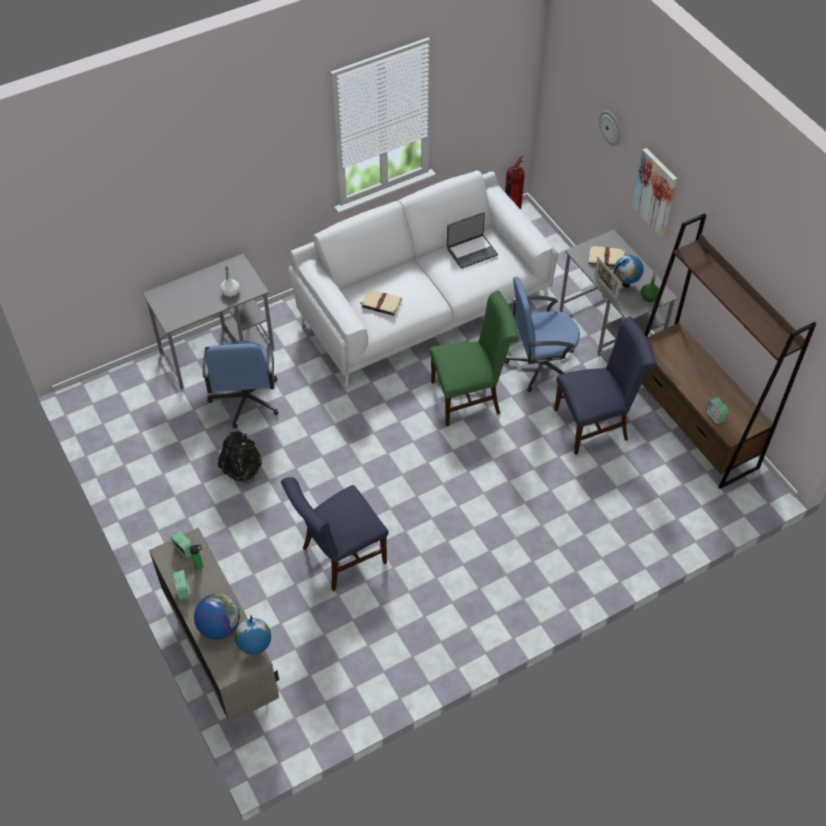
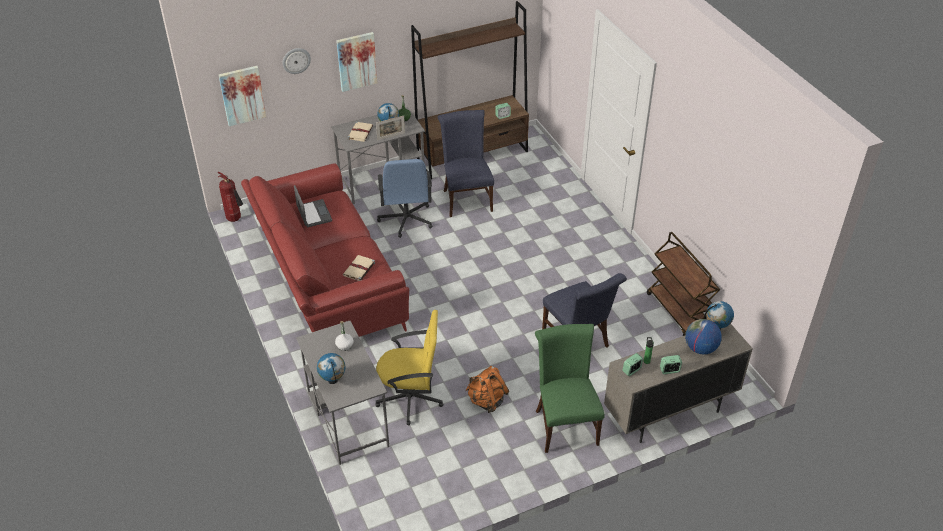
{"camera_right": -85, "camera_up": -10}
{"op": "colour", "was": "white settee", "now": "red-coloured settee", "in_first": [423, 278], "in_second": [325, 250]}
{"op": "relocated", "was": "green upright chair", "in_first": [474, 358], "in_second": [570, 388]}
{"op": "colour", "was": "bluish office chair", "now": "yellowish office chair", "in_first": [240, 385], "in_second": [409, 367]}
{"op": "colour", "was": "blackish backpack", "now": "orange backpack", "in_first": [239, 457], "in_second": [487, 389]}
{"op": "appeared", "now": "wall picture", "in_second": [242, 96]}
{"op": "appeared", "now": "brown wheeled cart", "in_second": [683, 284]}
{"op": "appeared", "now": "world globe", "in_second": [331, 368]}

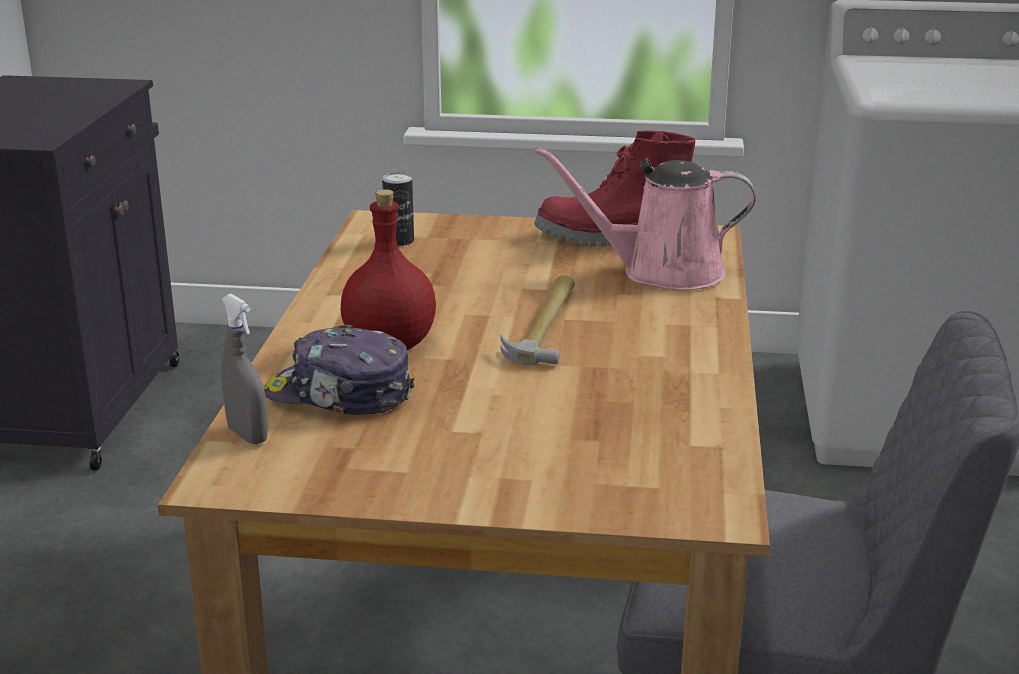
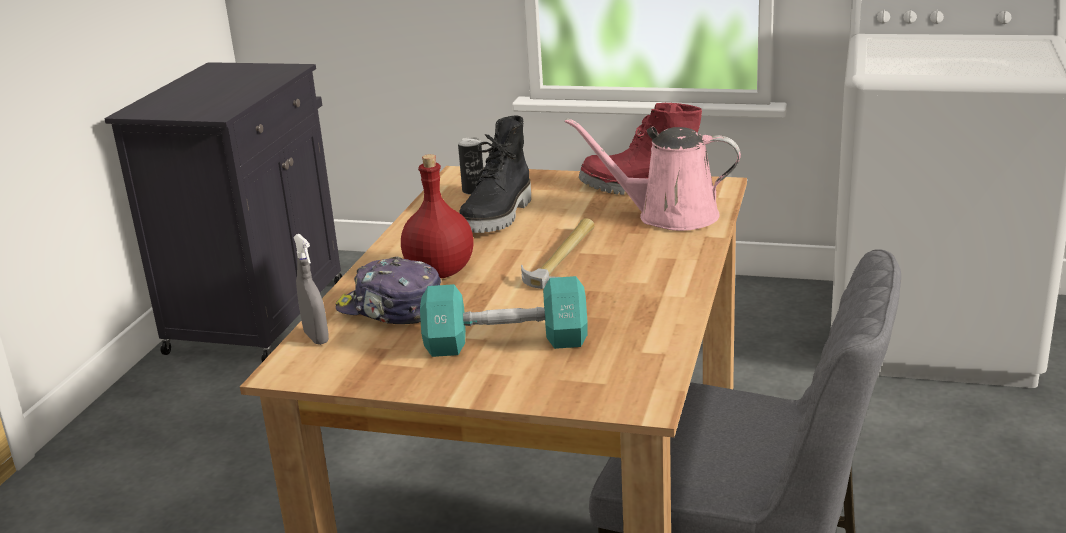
{"camera_right": 10, "camera_up": 0}
{"op": "appeared", "now": "blackish tall boot", "in_second": [495, 174]}
{"op": "appeared", "now": "turquoise hand weight", "in_second": [504, 316]}

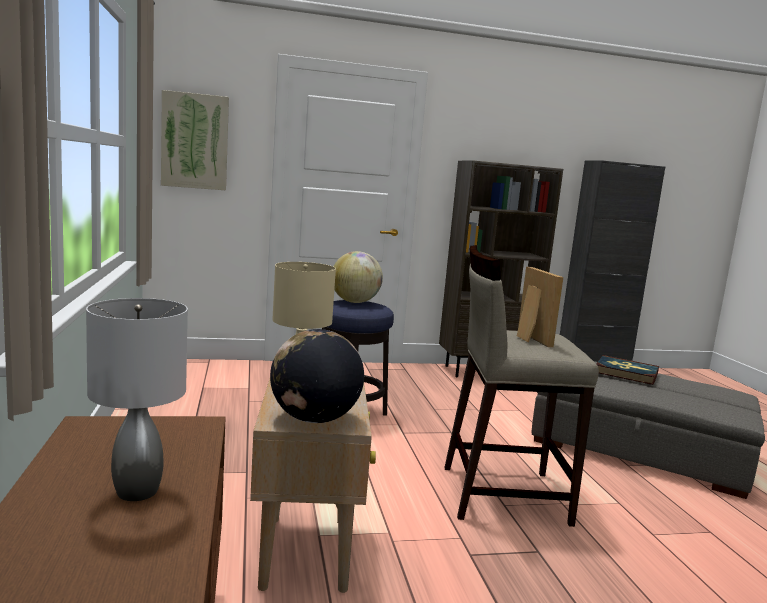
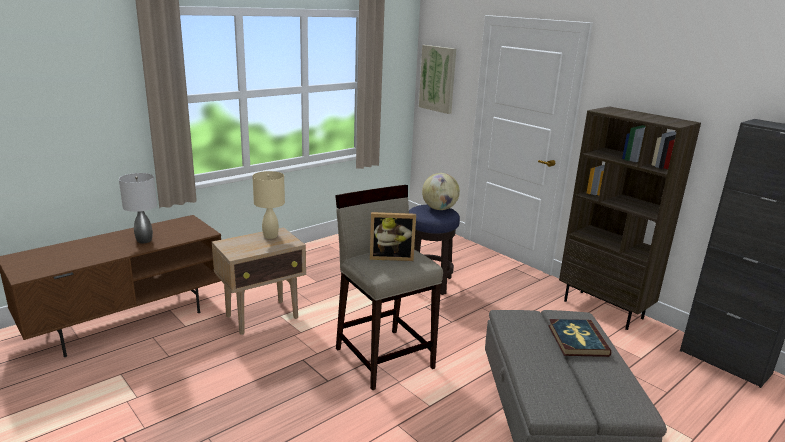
{"camera_right": 60, "camera_up": 10}
{"op": "spun", "was": "standing frame", "in_first": [540, 307], "in_second": [393, 236], "clockwise": 45}
{"op": "missing", "was": "world globe", "in_first": [317, 376]}

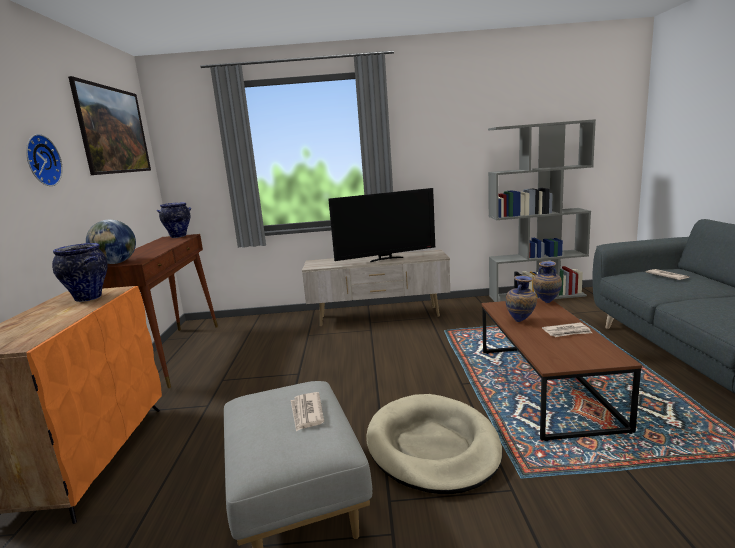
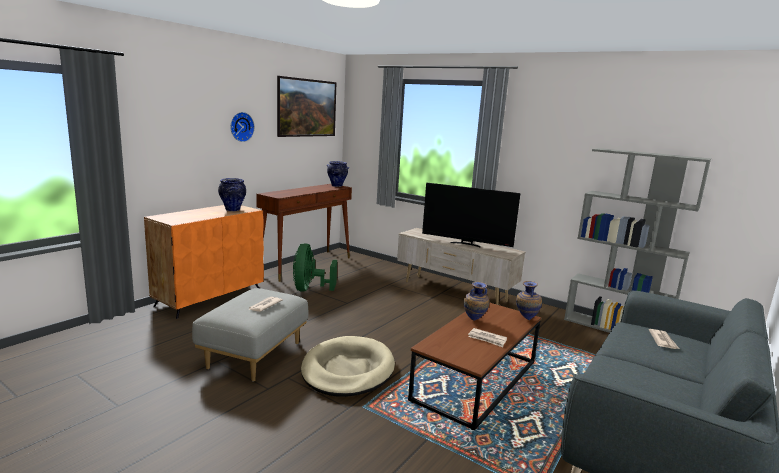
{"camera_right": 35, "camera_up": 0}
{"op": "missing", "was": "world globe", "in_first": [111, 242]}
{"op": "appeared", "now": "green fan", "in_second": [315, 267]}

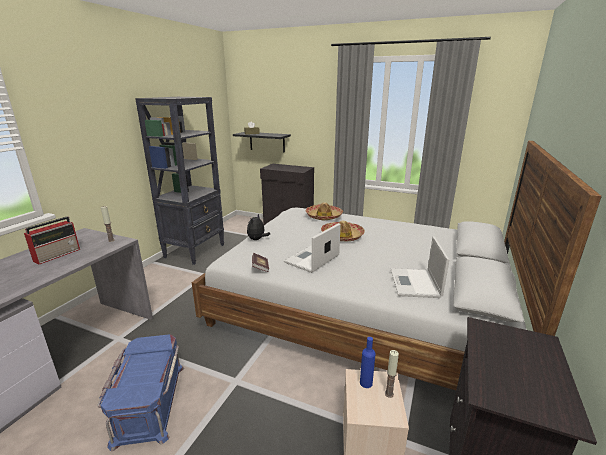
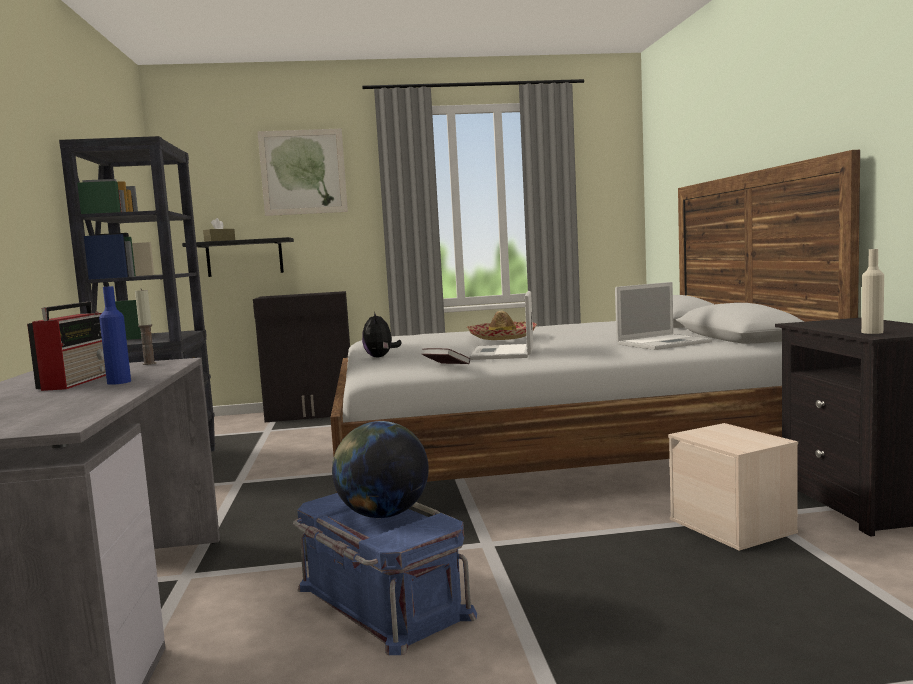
{"camera_right": -30, "camera_up": -15}
{"op": "missing", "was": "wearable hat", "in_first": [324, 211]}
{"op": "spun", "was": "laptop", "in_first": [419, 267], "in_second": [664, 316], "clockwise": -90}
{"op": "relocated", "was": "bluish drink bottle", "in_first": [368, 362], "in_second": [115, 335]}
{"op": "missing", "was": "candle", "in_first": [392, 374]}
{"op": "appeared", "now": "wall picture", "in_second": [303, 172]}
{"op": "appeared", "now": "sand-coloured drink bottle", "in_second": [872, 291]}
{"op": "appeared", "now": "world globe", "in_second": [380, 469]}

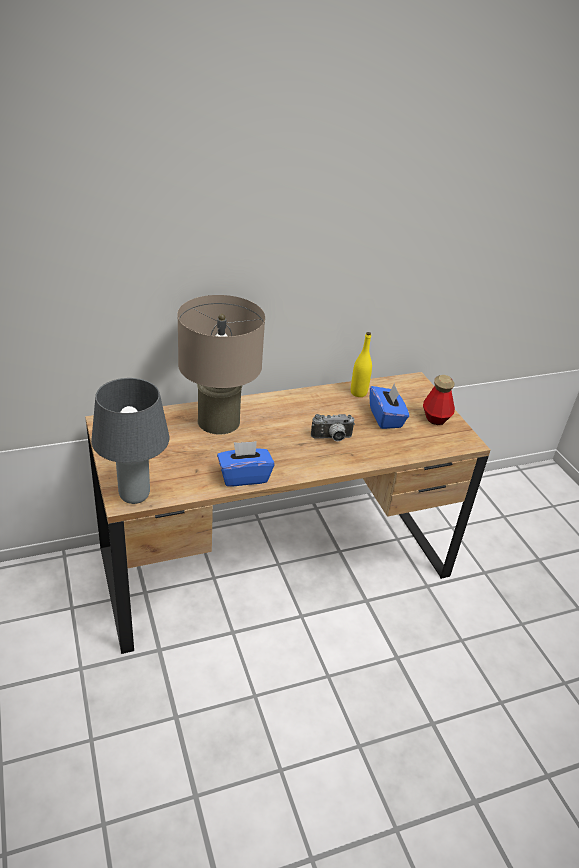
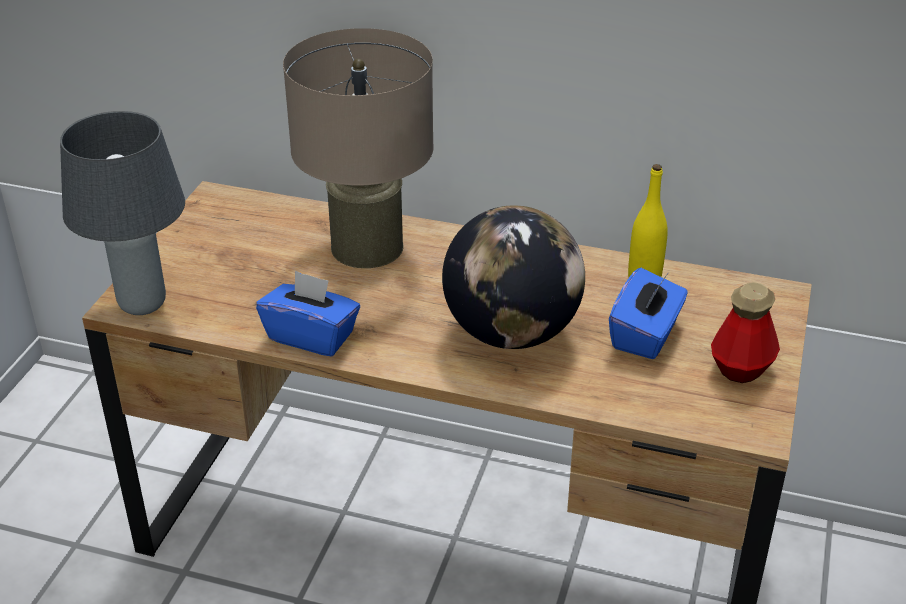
{"camera_right": 40, "camera_up": 0}
{"op": "exchanged", "was": "still camera", "now": "world globe", "in_first": [333, 427], "in_second": [513, 277]}

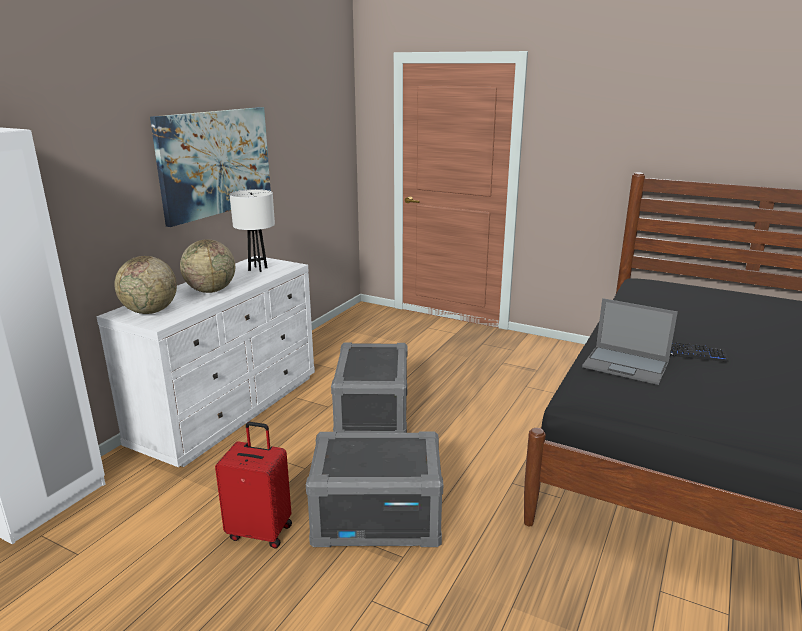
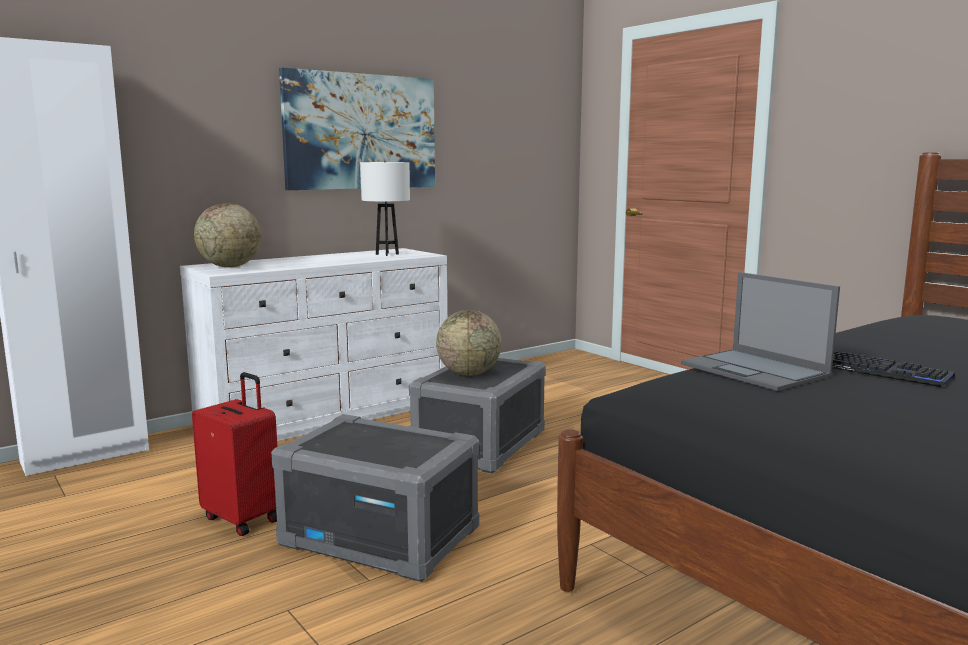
{"camera_right": 25, "camera_up": -10}
{"op": "relocated", "was": "world globe", "in_first": [207, 266], "in_second": [469, 343]}

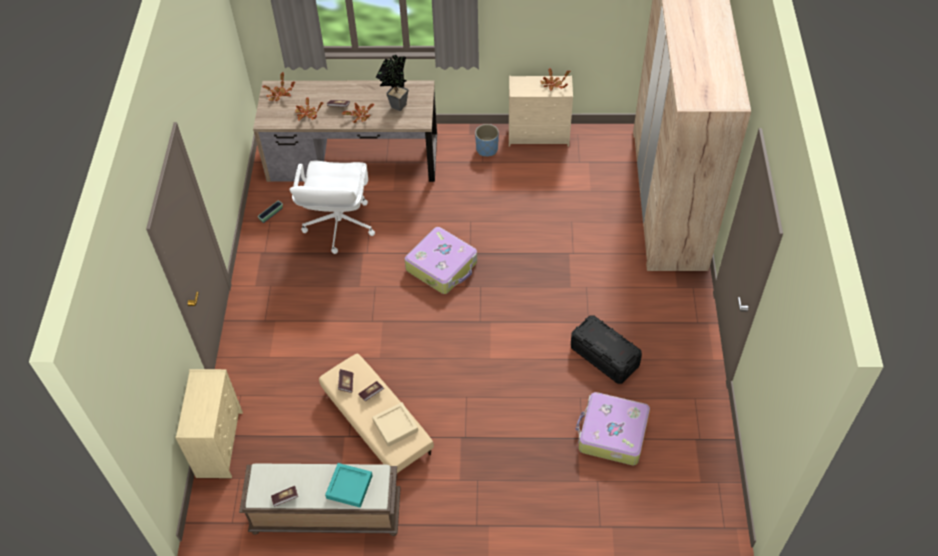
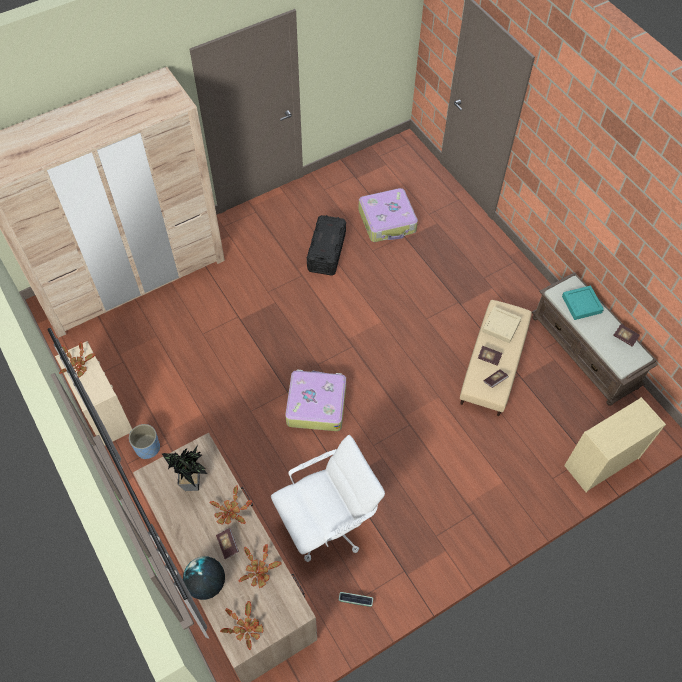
{"camera_right": -125, "camera_up": 5}
{"op": "appeared", "now": "world globe", "in_second": [204, 578]}

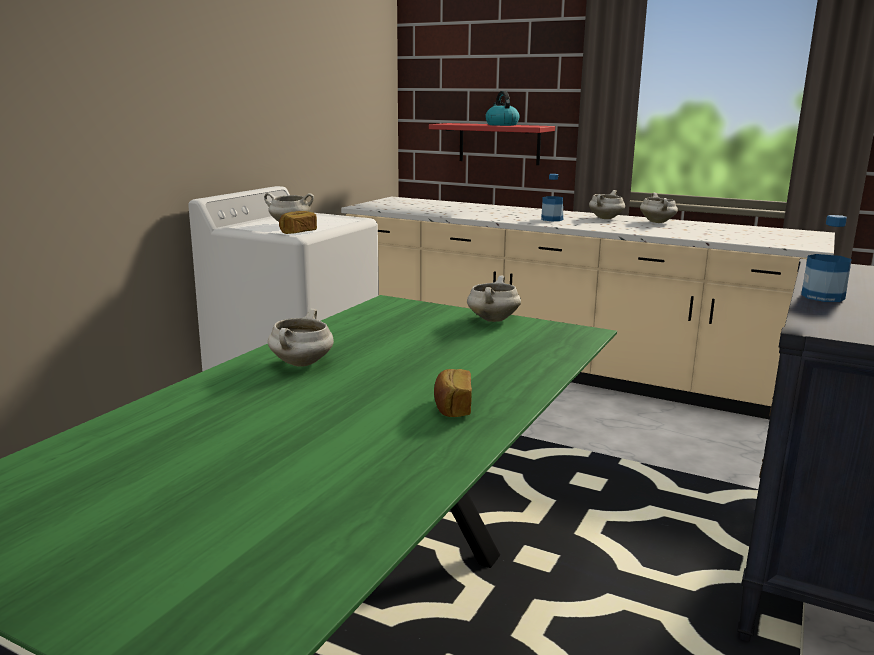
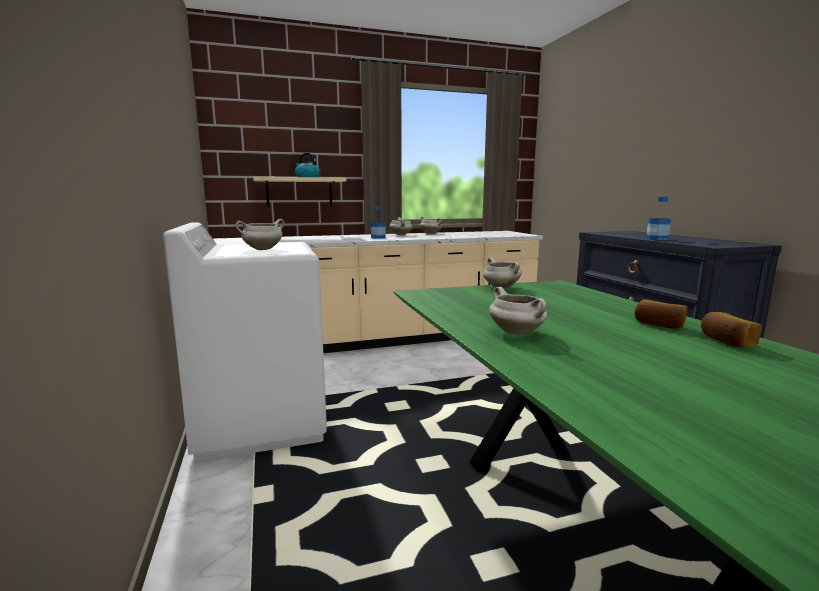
{"camera_right": -45, "camera_up": -5}
{"op": "colour", "was": "red-coloured shelf", "now": "sand-coloured shelf", "in_first": [492, 144], "in_second": [299, 192]}
{"op": "relocated", "was": "bakery bread", "in_first": [298, 222], "in_second": [731, 330]}

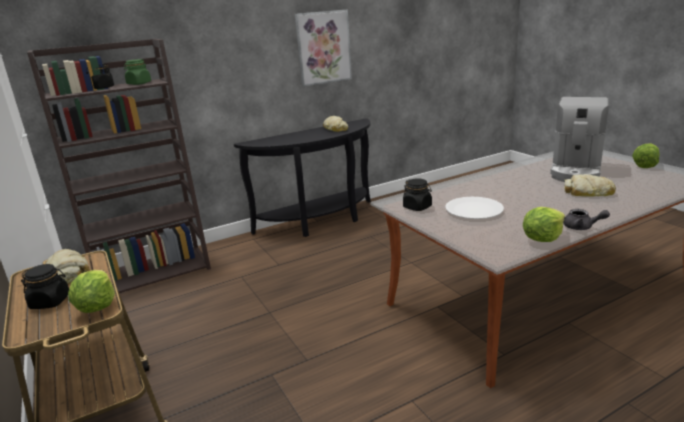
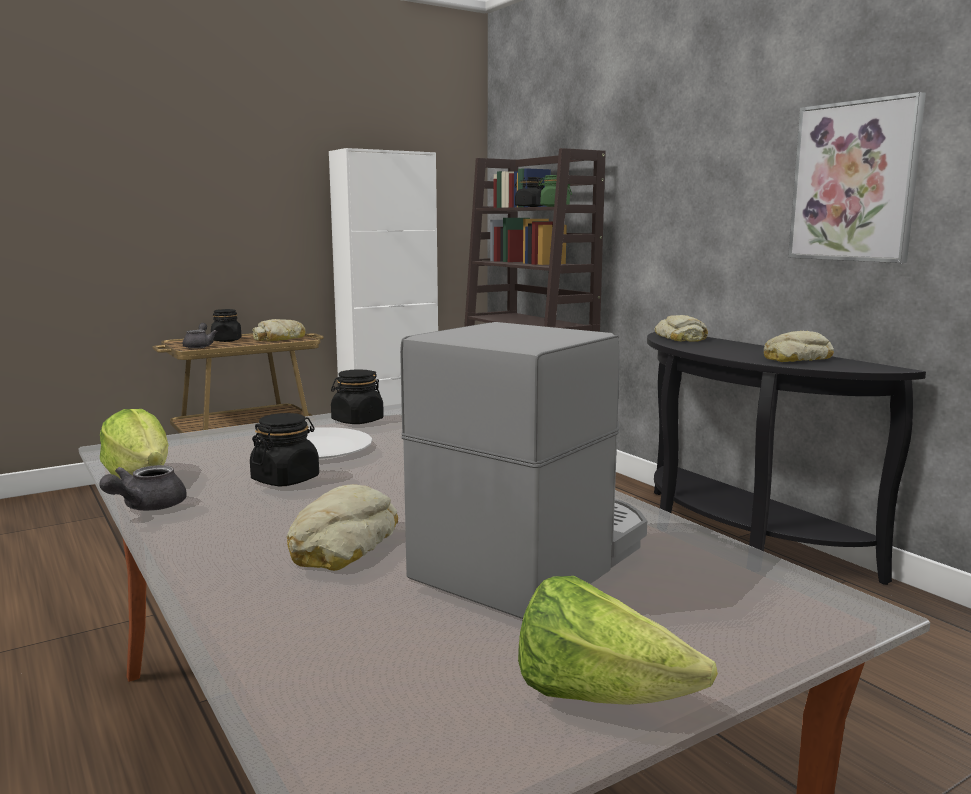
{"camera_right": 85, "camera_up": -10}
{"op": "spun", "was": "coffee brewer", "in_first": [579, 139], "in_second": [523, 470], "clockwise": 105}
{"op": "exchanged", "was": "lettuce head", "now": "gray teapot", "in_first": [91, 291], "in_second": [200, 336]}
{"op": "appeared", "now": "bakery bread", "in_second": [681, 328]}
{"op": "appeared", "now": "blackish preserve jar", "in_second": [284, 449]}

